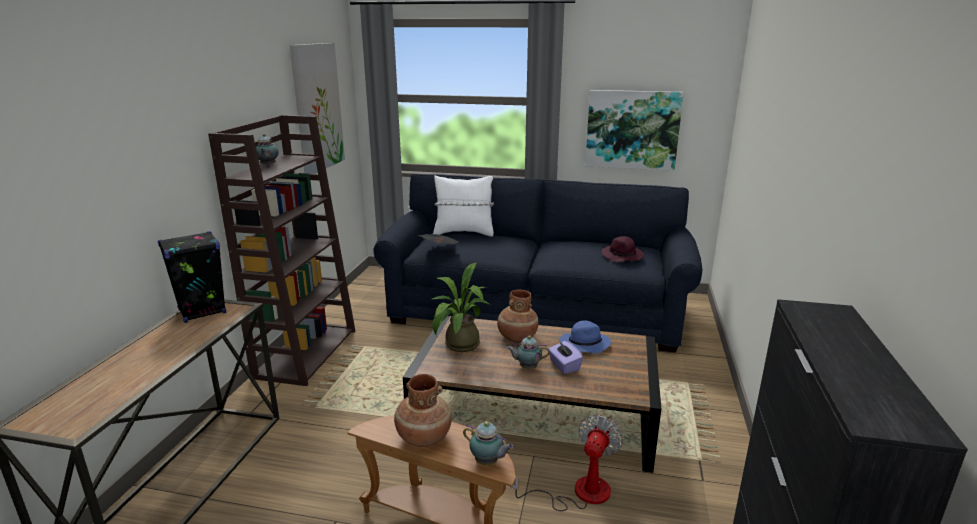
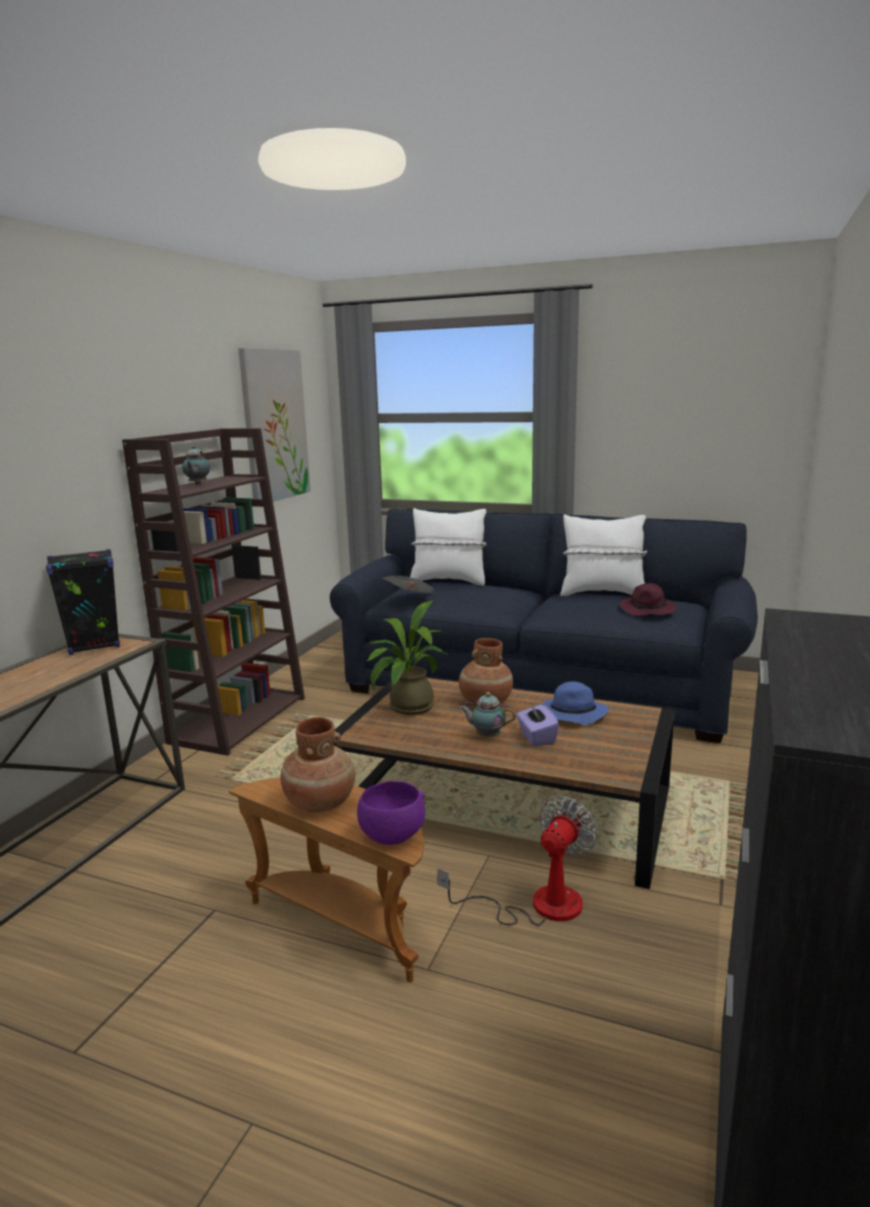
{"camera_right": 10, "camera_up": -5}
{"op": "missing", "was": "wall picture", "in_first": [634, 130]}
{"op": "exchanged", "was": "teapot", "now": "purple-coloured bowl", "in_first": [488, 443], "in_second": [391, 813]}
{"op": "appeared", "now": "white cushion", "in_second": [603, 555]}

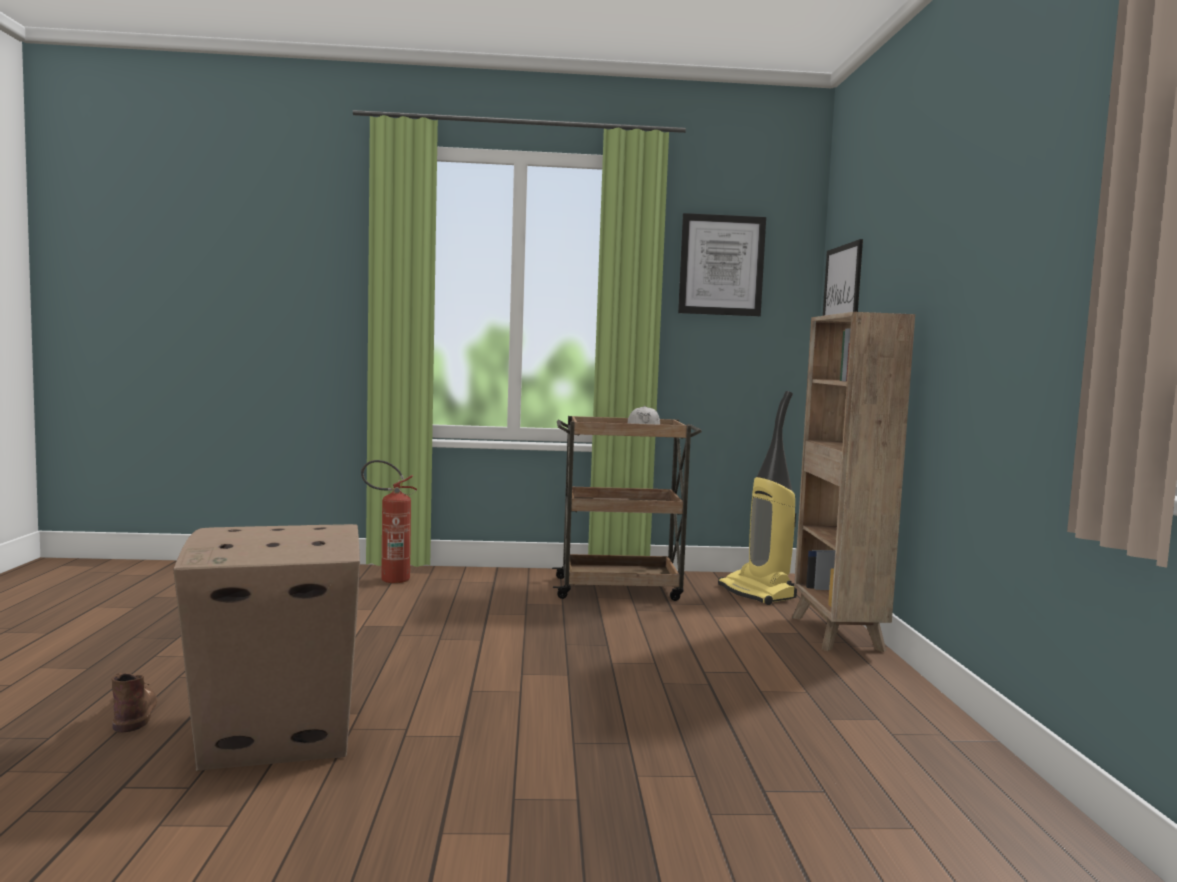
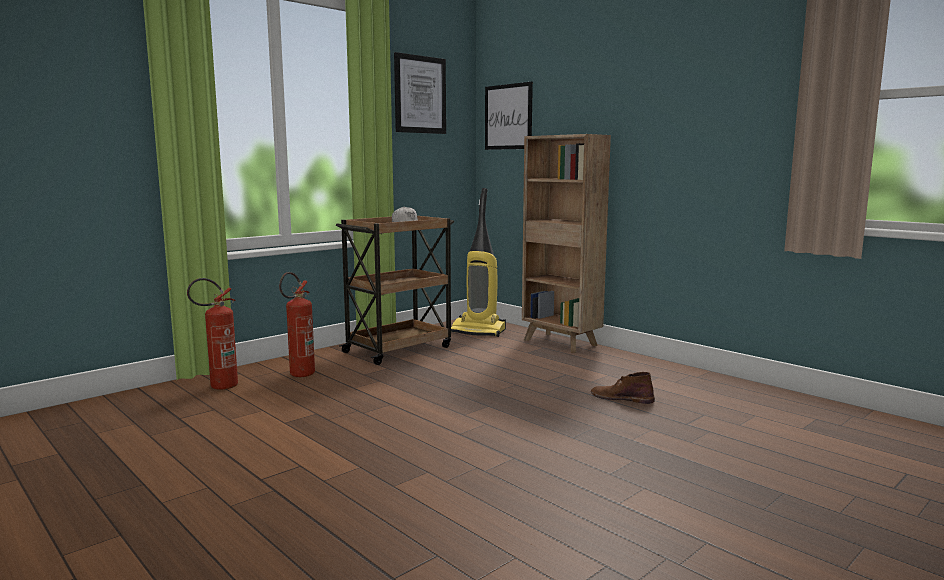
{"camera_right": -40, "camera_up": 5}
{"op": "missing", "was": "cardboard box", "in_first": [267, 647]}
{"op": "relocated", "was": "brown tall boot", "in_first": [134, 703], "in_second": [623, 388]}
{"op": "appeared", "now": "fire extinguisher", "in_second": [297, 324]}

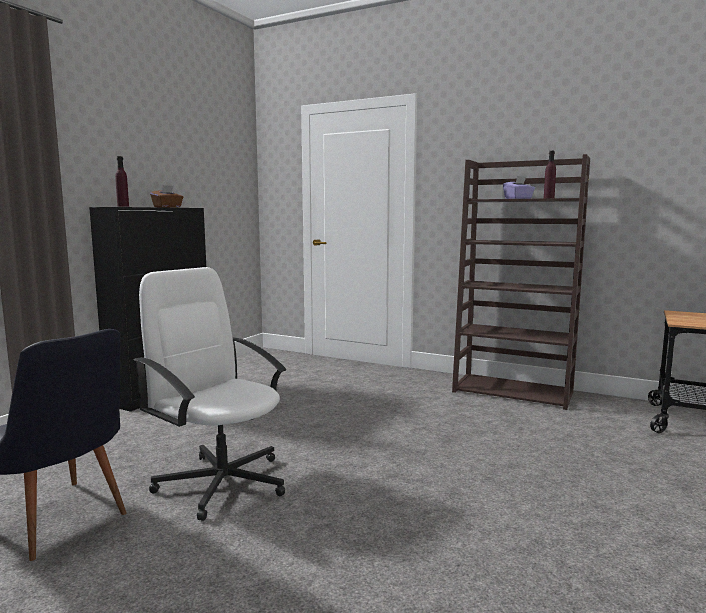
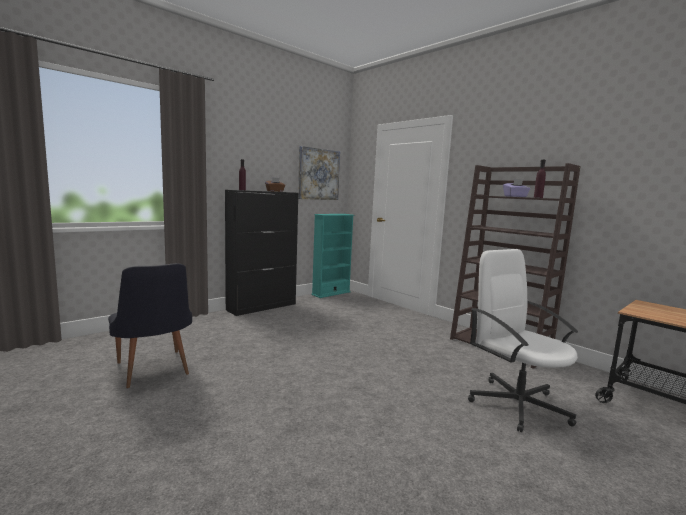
{"camera_right": 20, "camera_up": 0}
{"op": "relocated", "was": "white office chair", "in_first": [209, 394], "in_second": [523, 340]}
{"op": "appeared", "now": "wall picture", "in_second": [319, 173]}
{"op": "appeared", "now": "turquoise bookshelf", "in_second": [333, 256]}

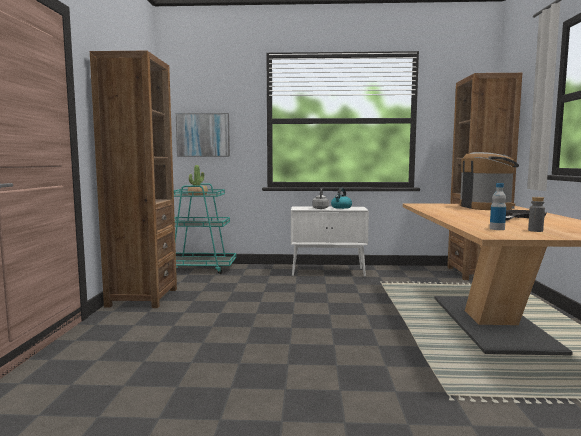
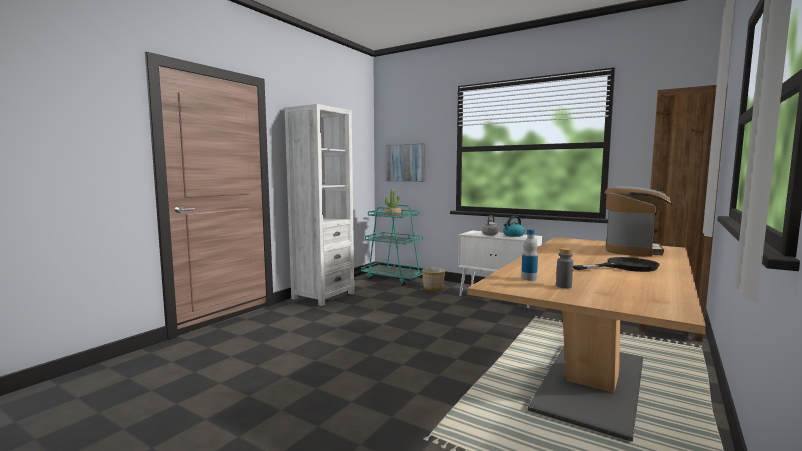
{"camera_right": 30, "camera_up": 0}
{"op": "colour", "was": "brown bookshelf", "now": "white bookshelf", "in_first": [133, 179], "in_second": [319, 205]}
{"op": "appeared", "now": "planter", "in_second": [433, 279]}

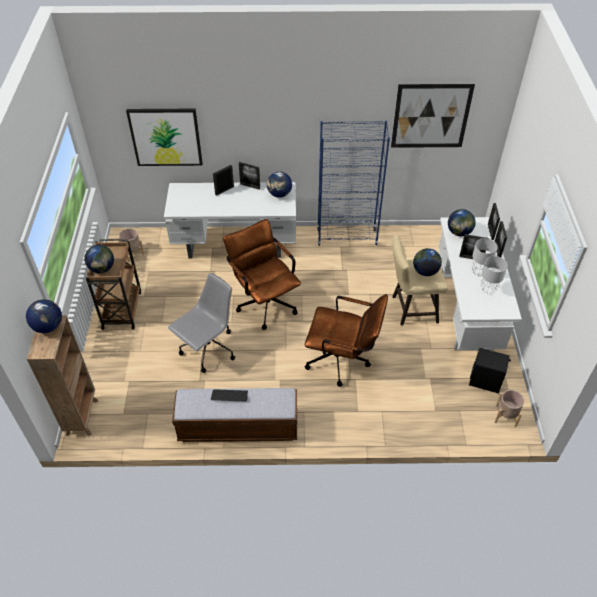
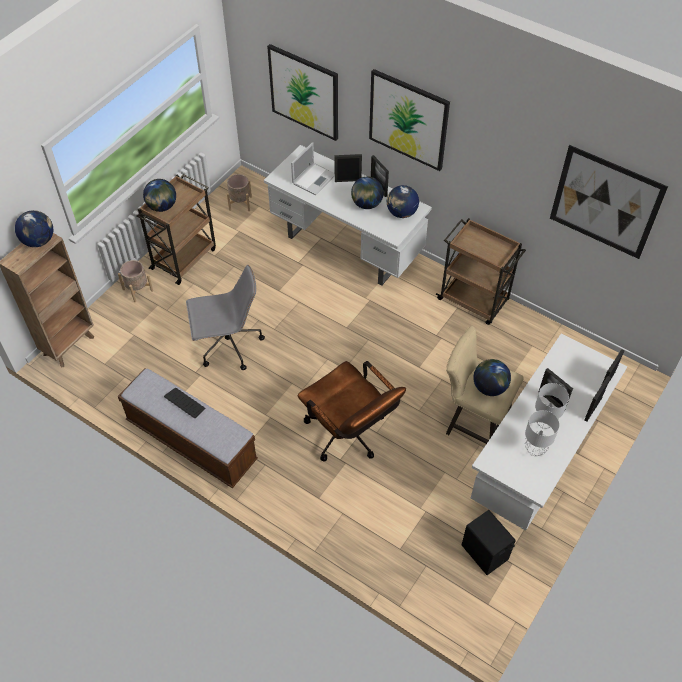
{"camera_right": 35, "camera_up": 5}
{"op": "exchanged", "was": "bluish bookshelf", "now": "brown wheeled cart", "in_first": [353, 183], "in_second": [481, 271]}
{"op": "relocated", "was": "world globe", "in_first": [462, 222], "in_second": [367, 192]}
{"op": "missing", "was": "brown office chair", "in_first": [262, 274]}
{"op": "relocated", "was": "sand-coloured planter", "in_first": [509, 408], "in_second": [135, 281]}
{"op": "appeared", "now": "wall picture", "in_second": [409, 120]}
{"op": "appeared", "now": "laptop", "in_second": [313, 168]}

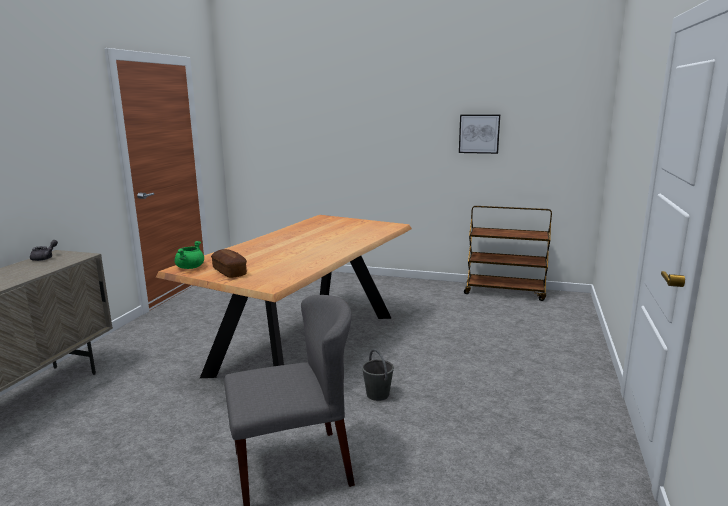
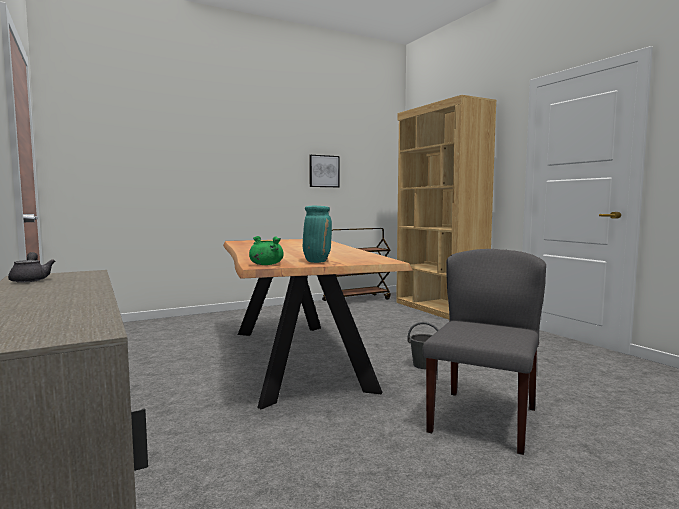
{"camera_right": -45, "camera_up": -10}
{"op": "exchanged", "was": "bakery bread", "now": "turquoise vase", "in_first": [229, 263], "in_second": [317, 234]}
{"op": "appeared", "now": "brown bookshelf", "in_second": [446, 207]}

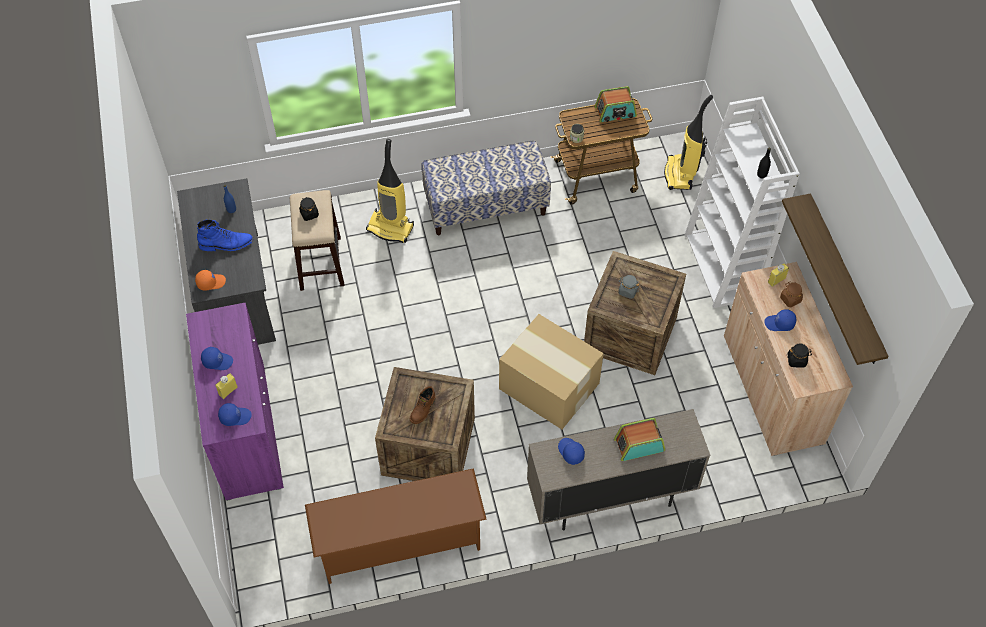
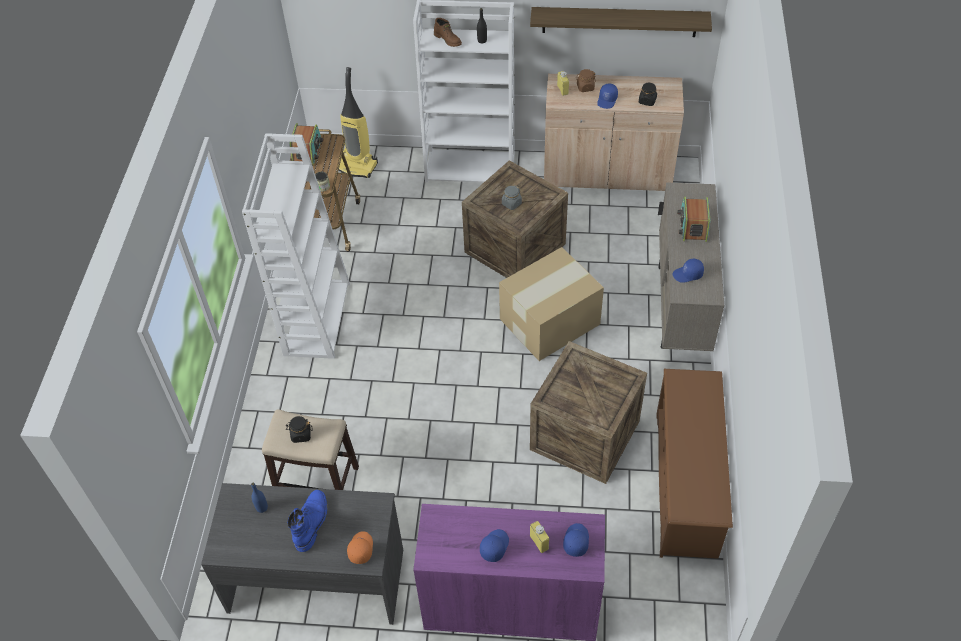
{"camera_right": -70, "camera_up": -5}
{"op": "missing", "was": "hoover", "in_first": [390, 191]}
{"op": "exchanged", "was": "indoor bench", "now": "white bookshelf", "in_first": [486, 187], "in_second": [296, 246]}
{"op": "relocated", "was": "brown tall boot", "in_first": [423, 405], "in_second": [448, 32]}

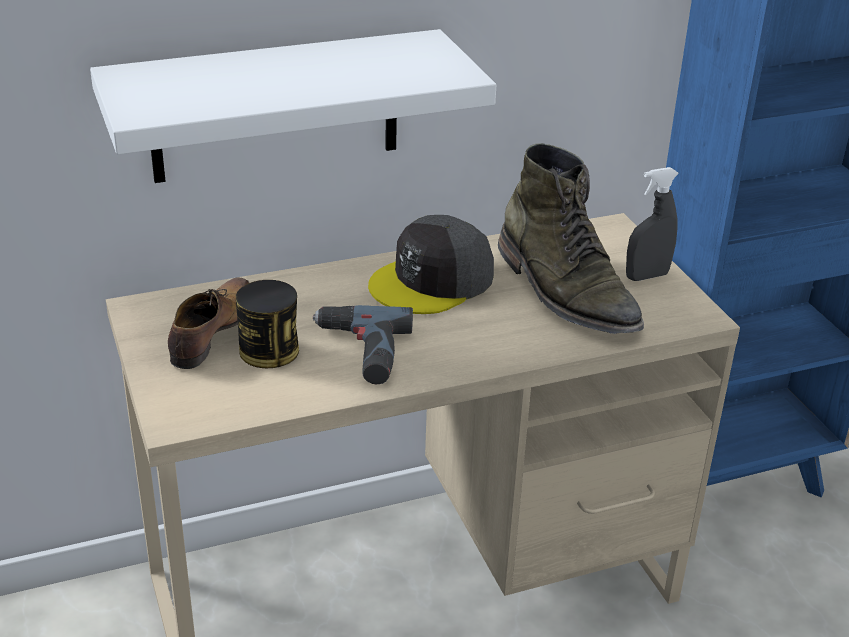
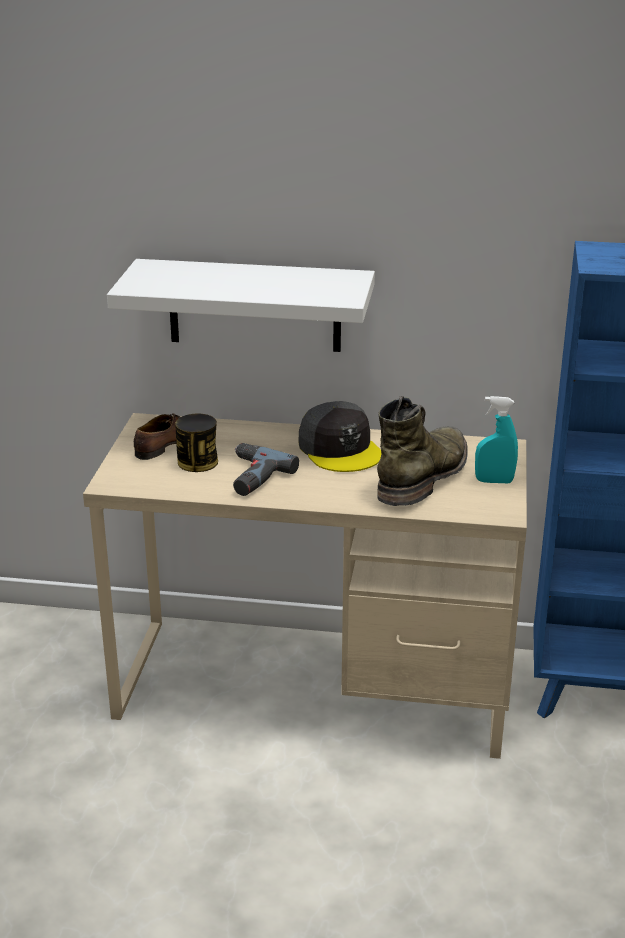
{"camera_right": 30, "camera_up": -5}
{"op": "spun", "was": "green tall boot", "in_first": [571, 238], "in_second": [422, 451], "clockwise": -150}
{"op": "colour", "was": "gray hand sprayer", "now": "turquoise hand sprayer", "in_first": [652, 224], "in_second": [496, 439]}
{"op": "spun", "was": "gray cap", "in_first": [431, 264], "in_second": [340, 436], "clockwise": -105}

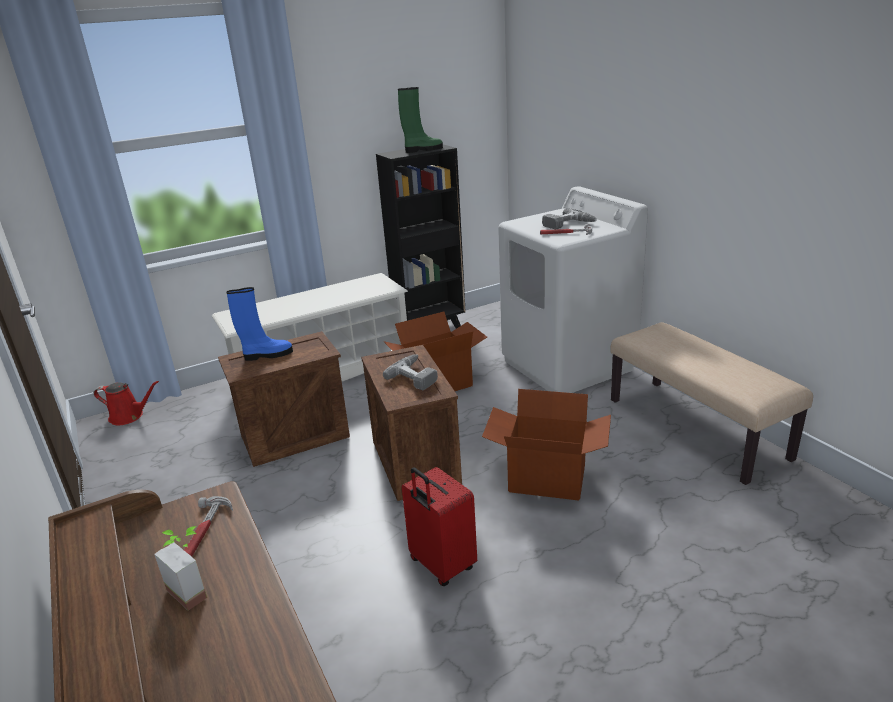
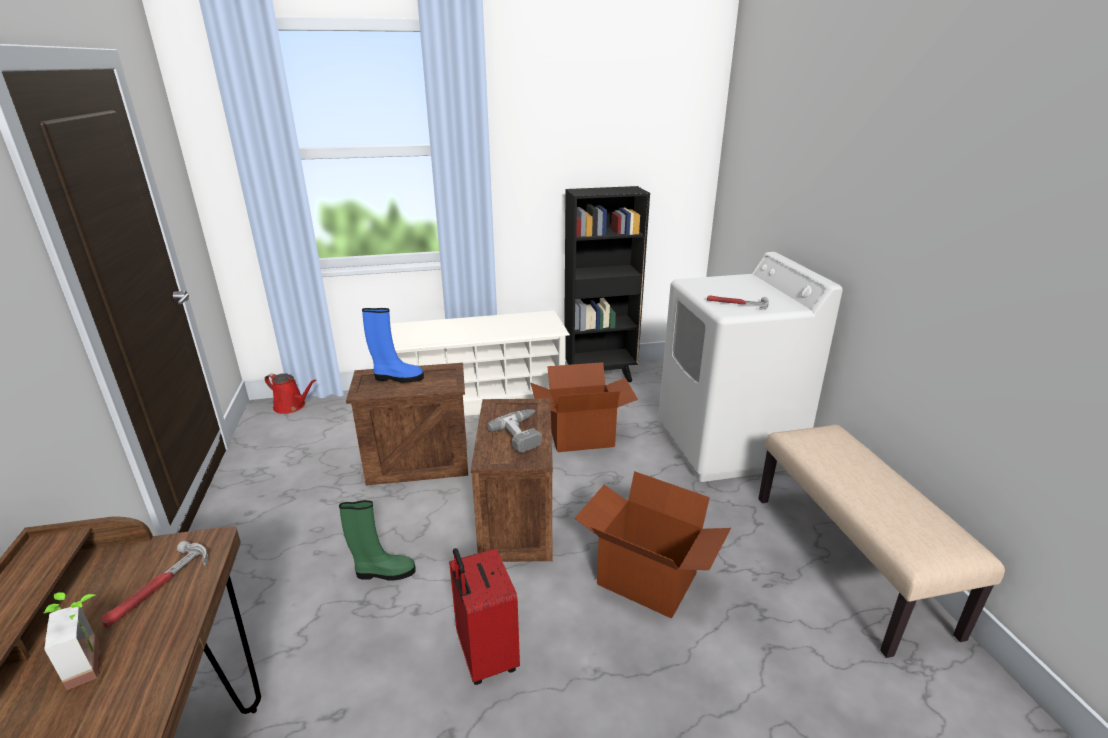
{"camera_right": 15, "camera_up": 0}
{"op": "relocated", "was": "green tall boot", "in_first": [420, 120], "in_second": [377, 540]}
{"op": "missing", "was": "power drill", "in_first": [569, 219]}

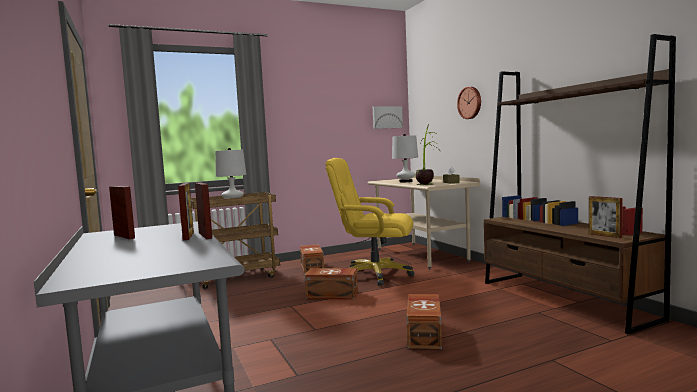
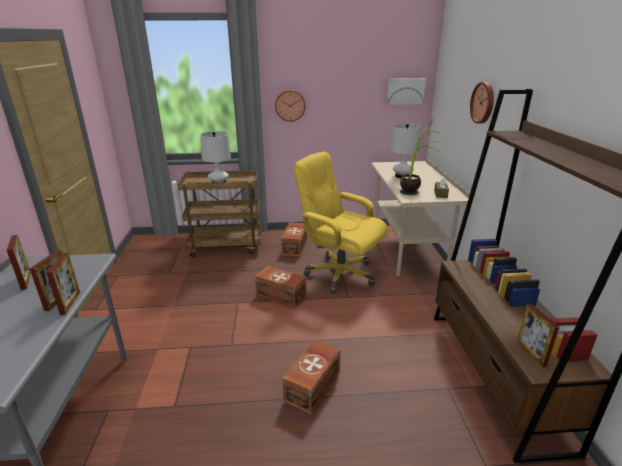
{"camera_right": 20, "camera_up": 20}
{"op": "appeared", "now": "hanging clock", "in_second": [290, 106]}

